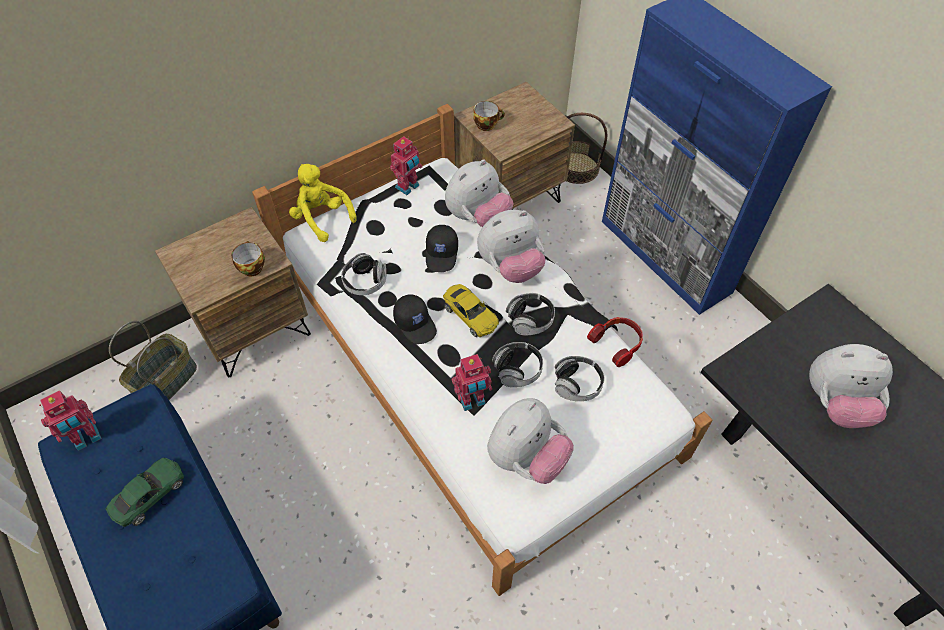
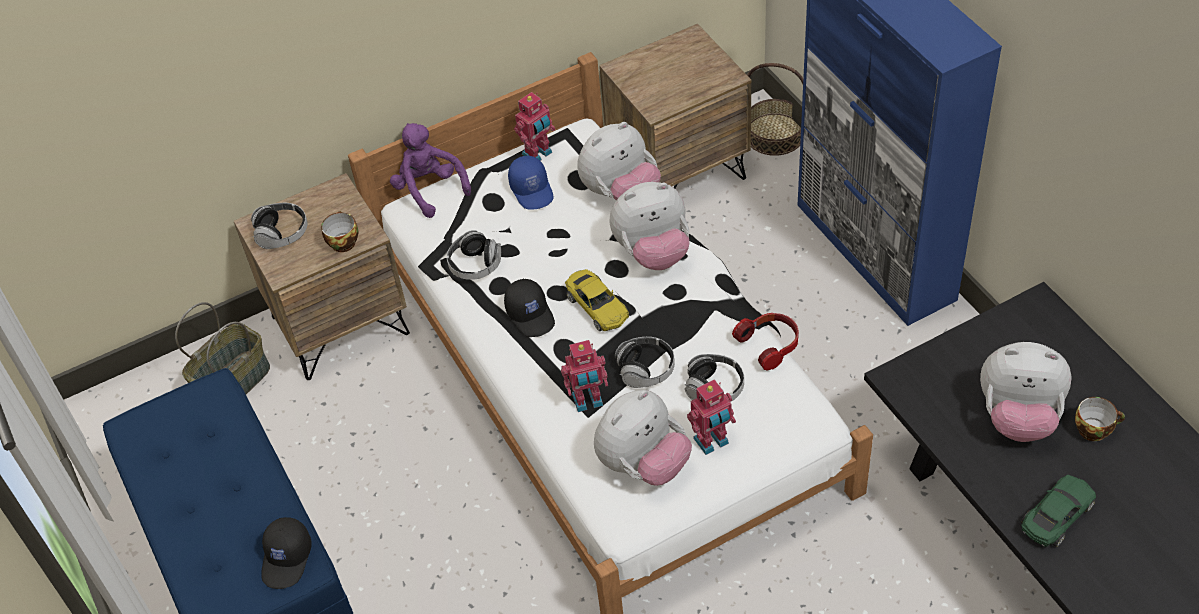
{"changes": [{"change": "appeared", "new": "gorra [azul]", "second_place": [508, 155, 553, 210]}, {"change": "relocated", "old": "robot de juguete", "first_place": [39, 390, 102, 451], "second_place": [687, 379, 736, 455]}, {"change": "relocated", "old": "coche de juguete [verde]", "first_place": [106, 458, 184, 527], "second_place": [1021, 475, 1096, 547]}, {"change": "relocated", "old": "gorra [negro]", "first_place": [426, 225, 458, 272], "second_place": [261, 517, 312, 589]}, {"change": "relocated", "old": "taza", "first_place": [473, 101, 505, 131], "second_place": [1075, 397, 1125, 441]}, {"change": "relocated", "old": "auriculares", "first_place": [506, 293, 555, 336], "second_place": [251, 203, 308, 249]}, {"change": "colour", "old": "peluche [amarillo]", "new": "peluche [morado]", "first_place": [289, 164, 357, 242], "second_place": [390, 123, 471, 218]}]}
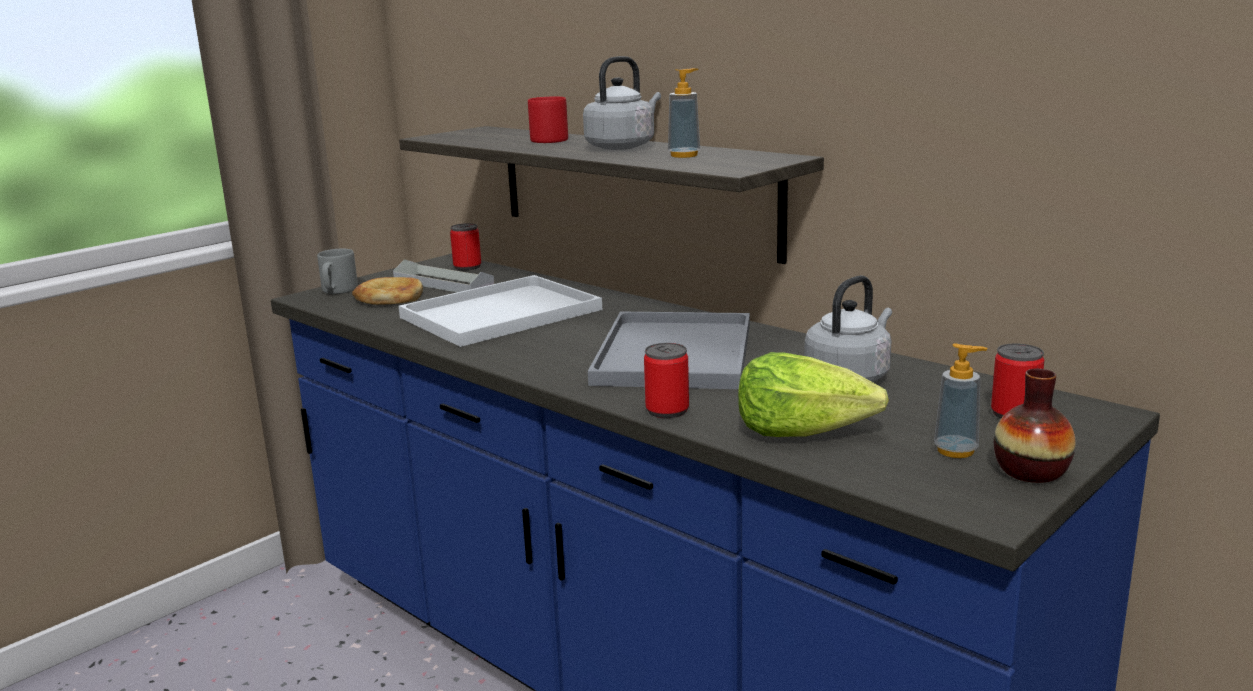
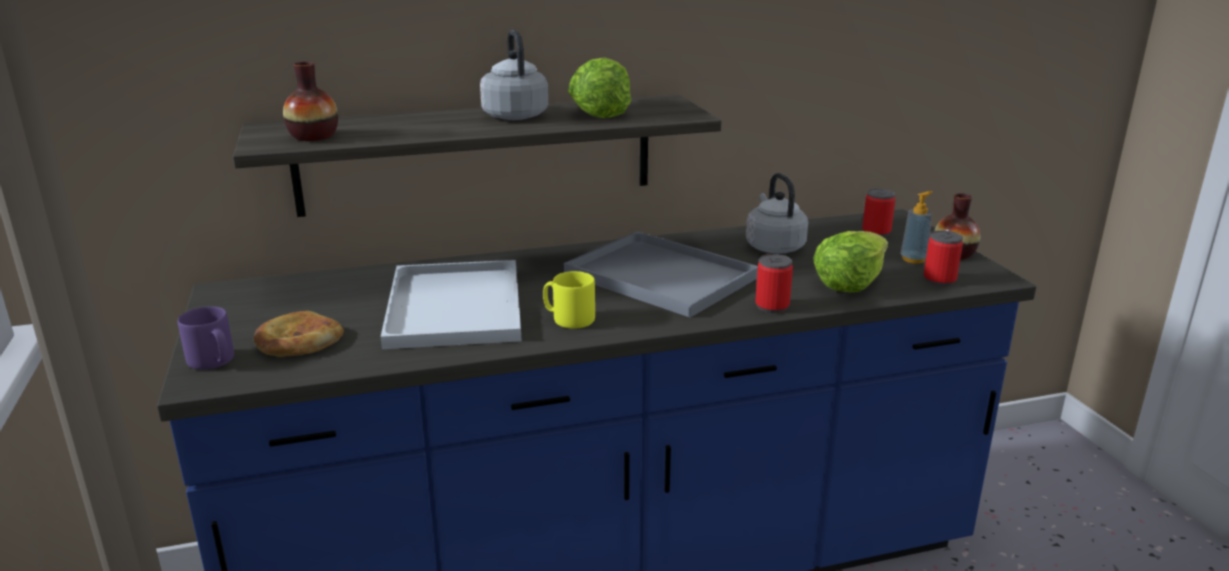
{"changes": [{"change": "missing", "old": "bandeja [gris]", "first_place": [393, 259, 494, 292]}, {"change": "missing", "old": "taza grande [rojo]", "first_place": [528, 97, 568, 143]}, {"change": "appeared", "new": "florero", "second_place": [283, 62, 338, 141]}, {"change": "appeared", "new": "taza grande [amarillo]", "second_place": [543, 271, 595, 329]}, {"change": "relocated", "old": "lata", "first_place": [450, 223, 481, 270], "second_place": [924, 231, 963, 286]}, {"change": "exchanged", "old": "dispensador de jabón", "new": "lechuga", "first_place": [668, 68, 700, 158], "second_place": [568, 57, 631, 118]}, {"change": "colour", "old": "taza grande [gris]", "new": "taza grande [morado]", "first_place": [317, 249, 358, 294], "second_place": [178, 306, 234, 370]}]}
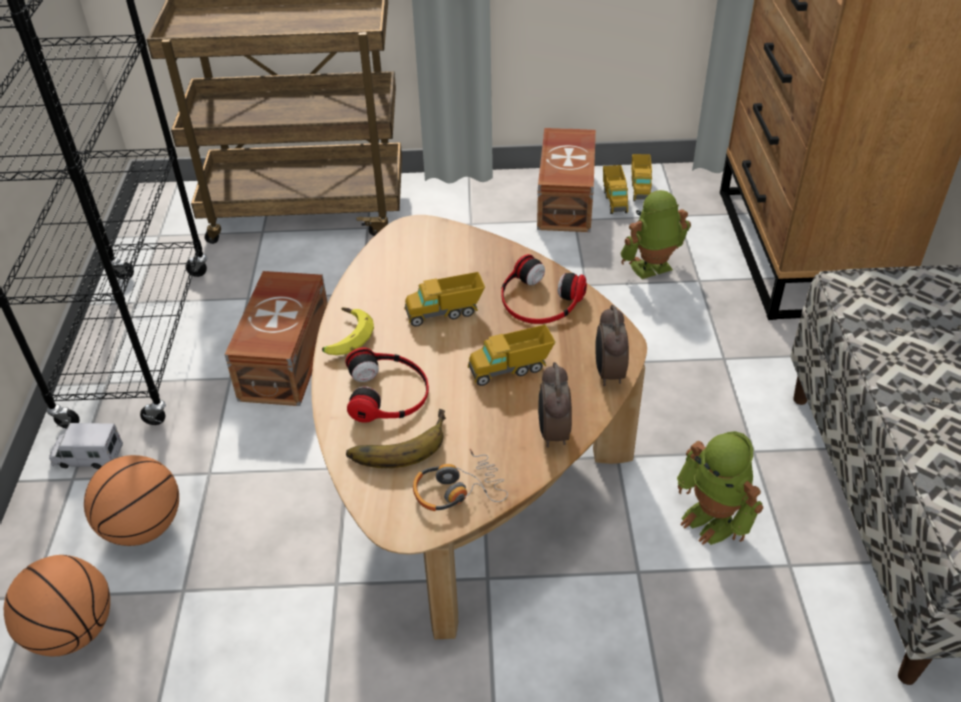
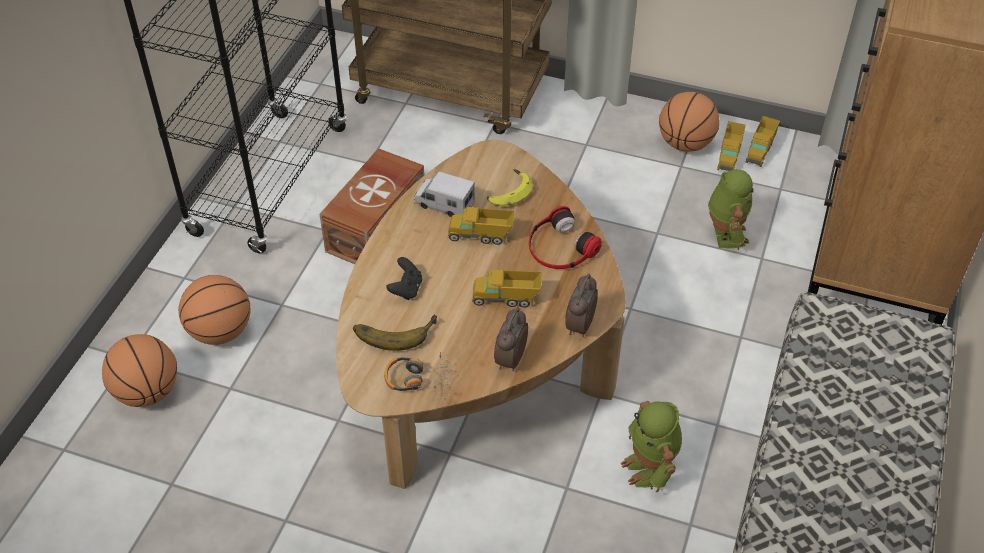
{"changes": [{"change": "relocated", "old": "camión de juguete", "first_place": [49, 423, 123, 469], "second_place": [414, 171, 475, 217]}, {"change": "relocated", "old": "plátano", "first_place": [322, 308, 374, 355], "second_place": [487, 169, 533, 206]}, {"change": "exchanged", "old": "auriculares", "new": "mando de consola [negro]", "first_place": [345, 347, 429, 423], "second_place": [386, 257, 422, 300]}, {"change": "exchanged", "old": "caja de almacenaje [marrón]", "new": "balón de baloncesto", "first_place": [537, 128, 596, 232], "second_place": [659, 92, 720, 152]}, {"change": "spun", "old": "robot de juguete", "first_place": [621, 190, 691, 279], "second_place": [708, 169, 754, 250], "degrees": 90}]}
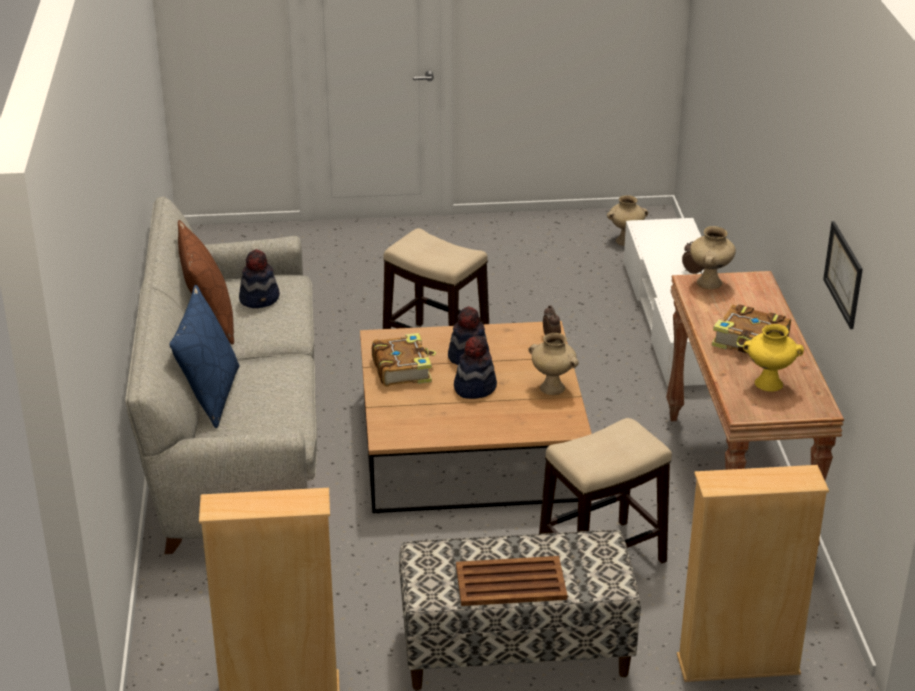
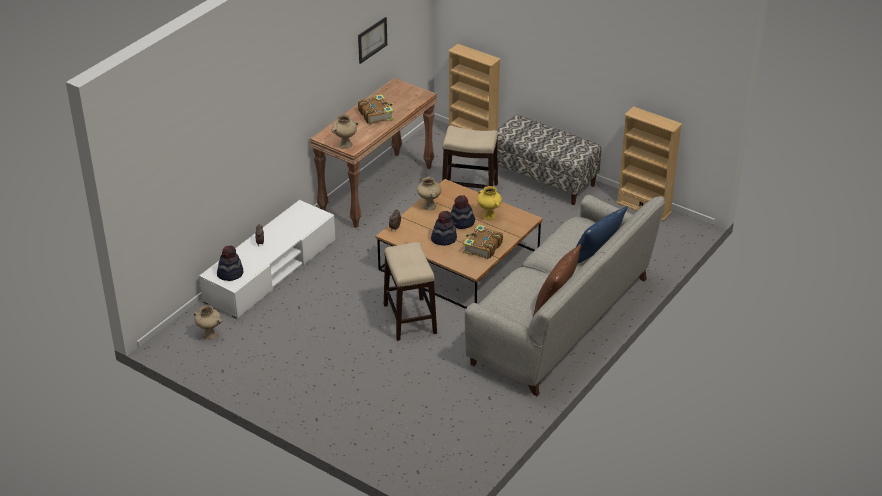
{"changes": [{"change": "missing", "old": "bandeja [marrón]", "first_place": [456, 556, 567, 606]}, {"change": "relocated", "old": "sombrero", "first_place": [239, 249, 280, 308], "second_place": [217, 246, 243, 281]}, {"change": "relocated", "old": "florero [amarillo]", "first_place": [743, 324, 804, 392], "second_place": [477, 186, 502, 220]}]}
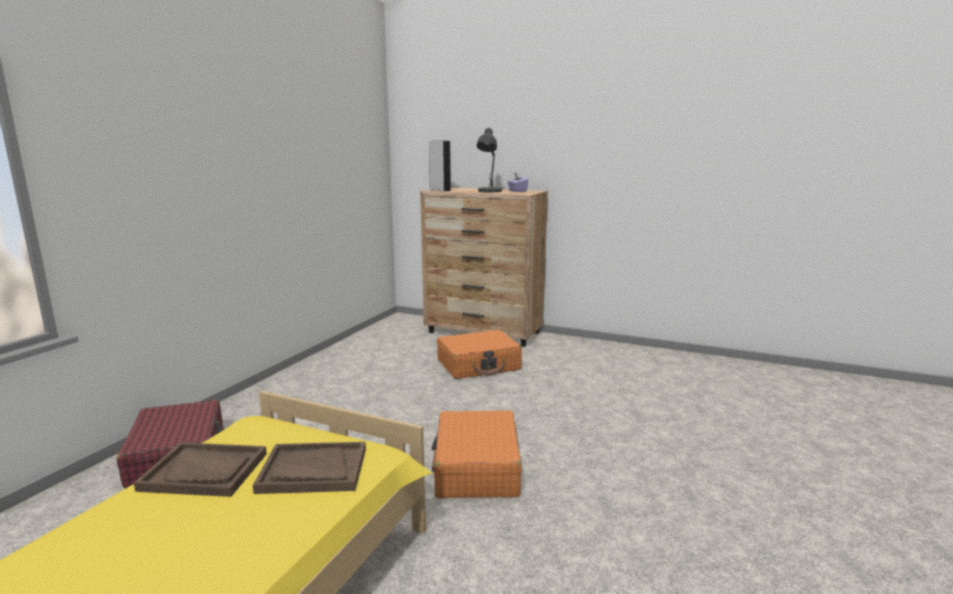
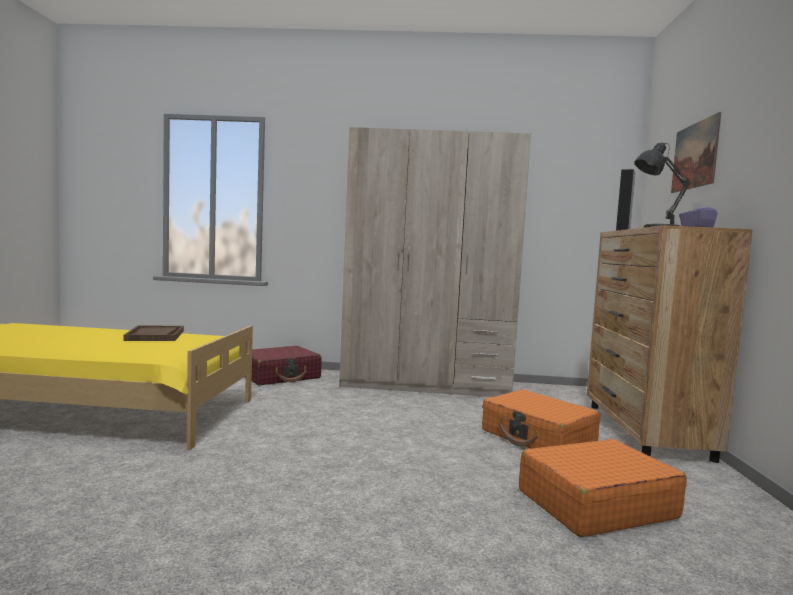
{"changes": [{"change": "missing", "old": "bandeja [marrón]", "first_place": [253, 442, 366, 494]}, {"change": "appeared", "new": "armario ropero [beis]", "second_place": [339, 127, 531, 397]}, {"change": "appeared", "new": "cuadro", "second_place": [671, 112, 721, 193]}, {"change": "relocated", "old": "maleta [naranja]", "first_place": [431, 410, 522, 498], "second_place": [519, 439, 687, 537]}]}
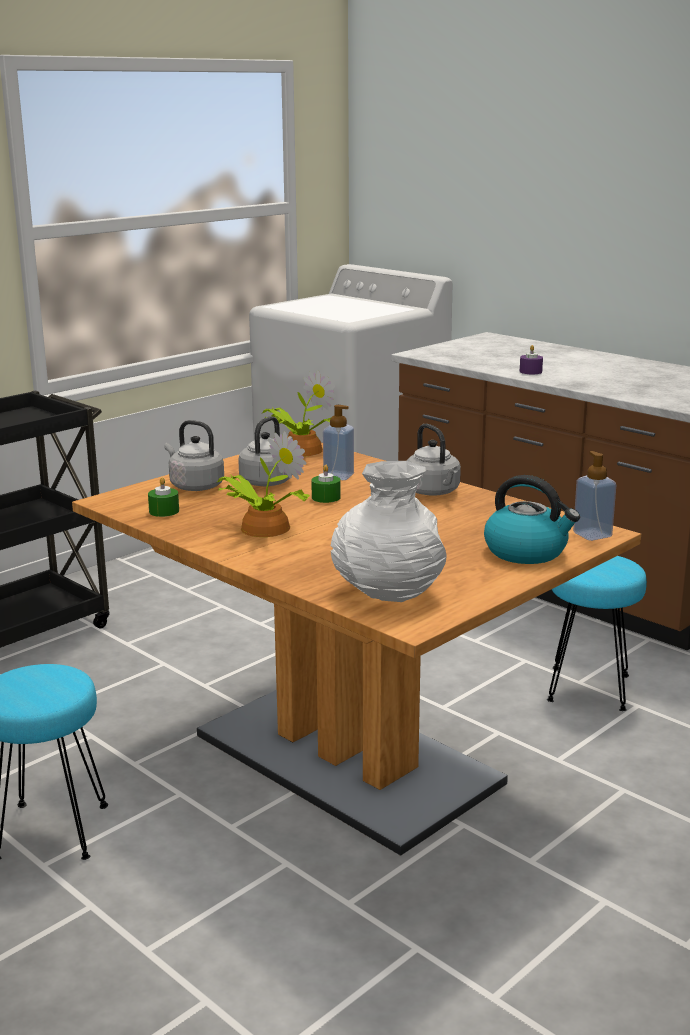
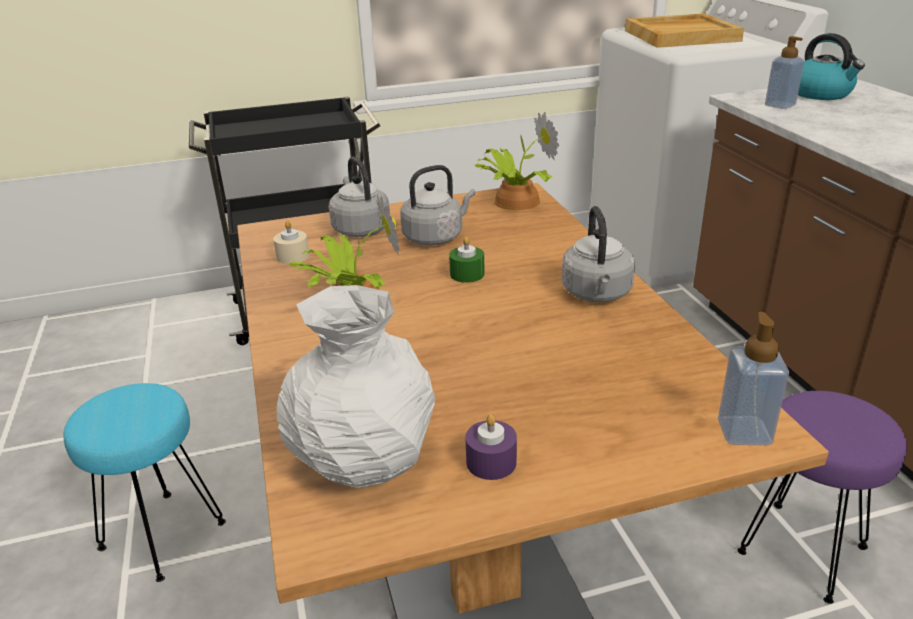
{"changes": [{"change": "appeared", "new": "bandeja [beis]", "second_place": [625, 14, 744, 48]}, {"change": "relocated", "old": "dispensador de jabón", "first_place": [323, 405, 354, 480], "second_place": [765, 36, 804, 109]}, {"change": "relocated", "old": "hervidor", "first_place": [484, 475, 580, 564], "second_place": [798, 33, 865, 100]}, {"change": "relocated", "old": "vela [morado]", "first_place": [520, 345, 543, 374], "second_place": [465, 414, 517, 480]}, {"change": "colour", "old": "vela [verde]", "new": "vela [beis]", "first_place": [148, 477, 179, 517], "second_place": [273, 220, 309, 264]}, {"change": "colour", "old": "taburete [turquesa]", "new": "taburete [morado]", "first_place": [547, 556, 647, 711], "second_place": [737, 391, 907, 604]}]}
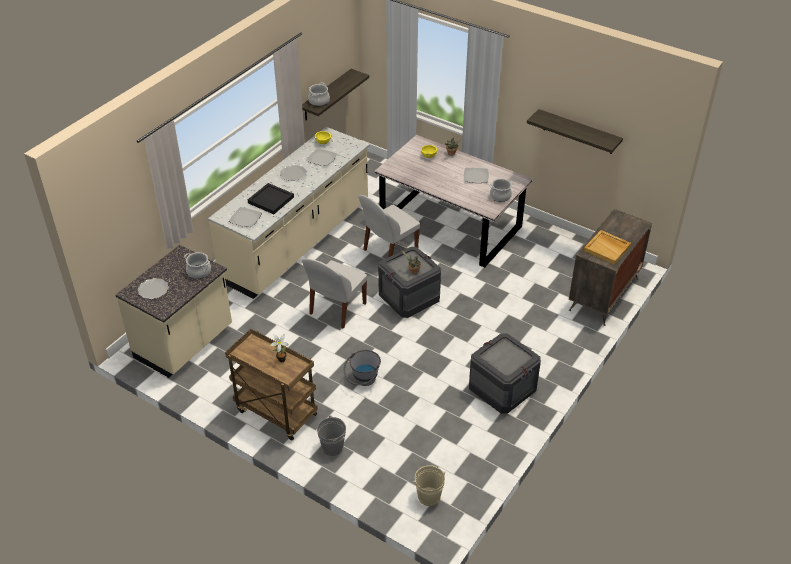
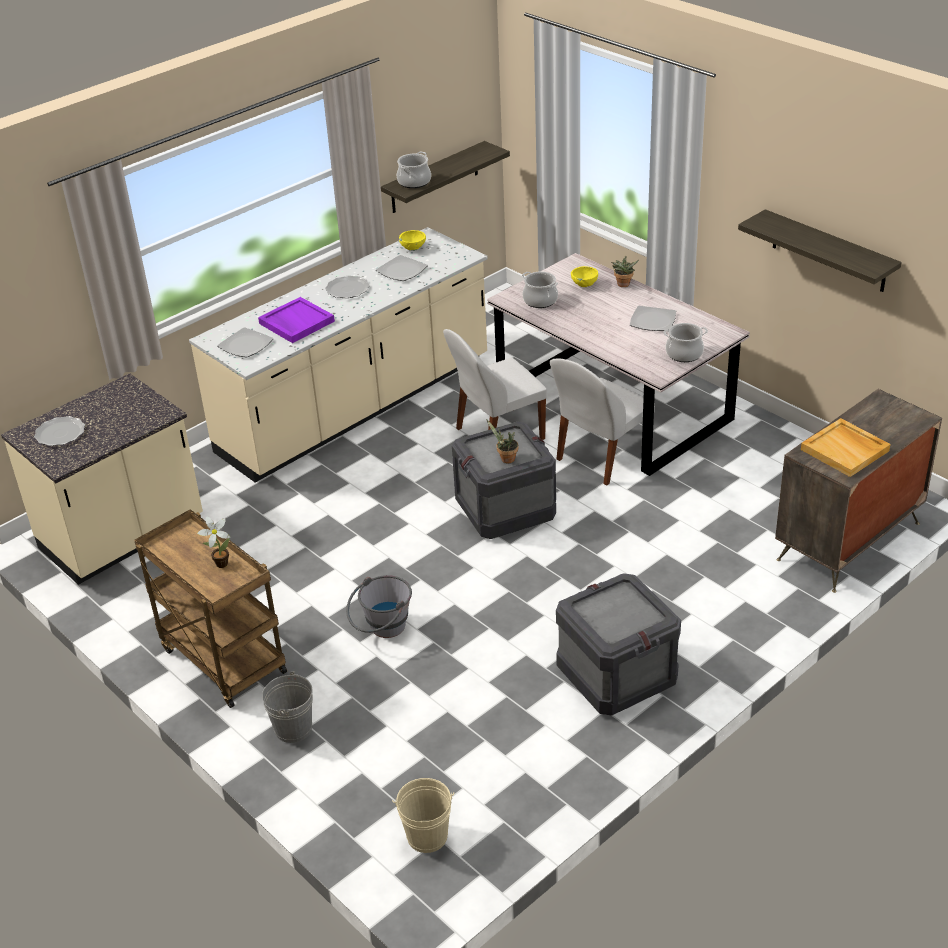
{"changes": [{"change": "relocated", "old": "olla", "first_place": [184, 252, 211, 279], "second_place": [522, 272, 558, 308]}, {"change": "relocated", "old": "silla [blanco]", "first_place": [302, 259, 367, 328], "second_place": [550, 359, 655, 486]}, {"change": "colour", "old": "bandeja [negro]", "new": "bandeja [morado]", "first_place": [248, 183, 294, 214], "second_place": [258, 297, 335, 343]}]}
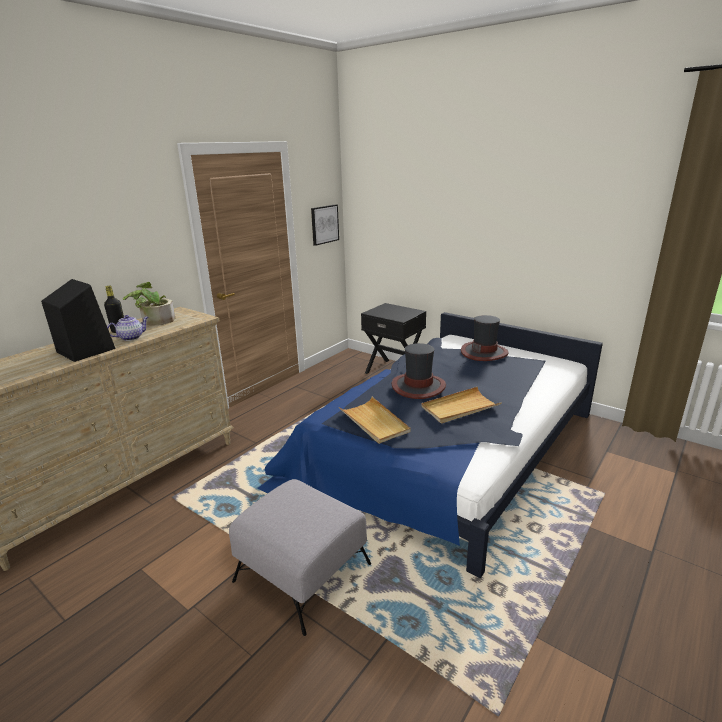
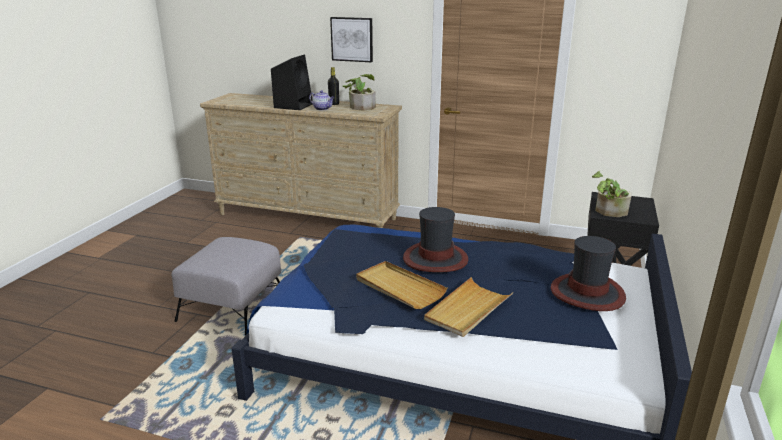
{"changes": [{"change": "appeared", "new": "planta en maceta", "second_place": [592, 171, 632, 217]}, {"change": "relocated", "old": "cuadro", "first_place": [311, 204, 339, 246], "second_place": [330, 17, 373, 62]}, {"change": "relocated", "old": "bandeja [beis]", "first_place": [339, 397, 410, 444], "second_place": [424, 277, 513, 337]}]}
